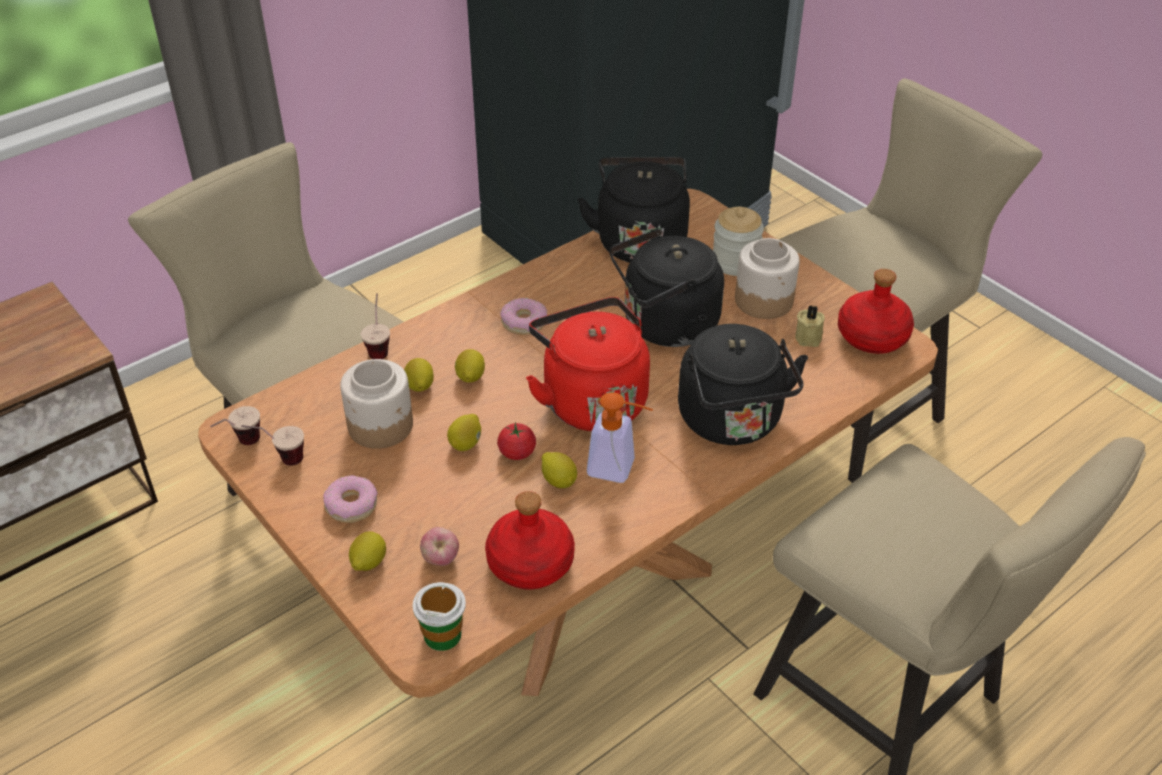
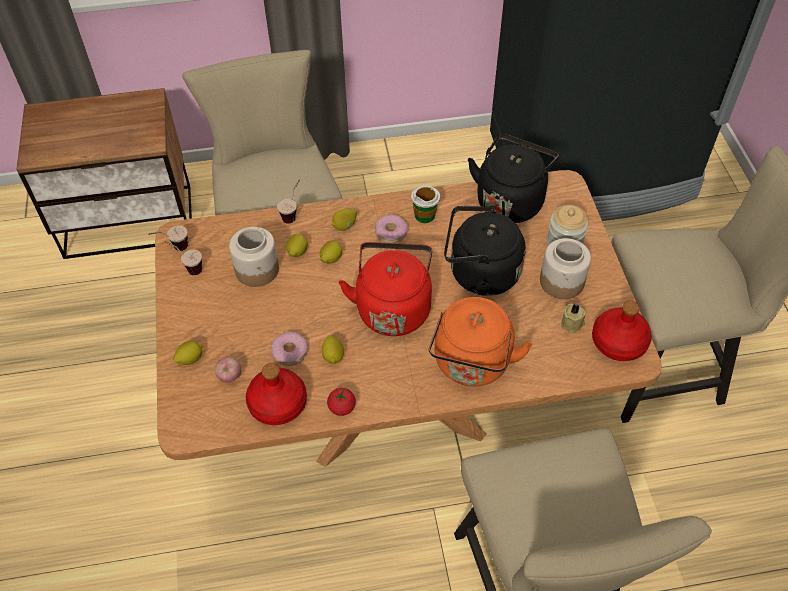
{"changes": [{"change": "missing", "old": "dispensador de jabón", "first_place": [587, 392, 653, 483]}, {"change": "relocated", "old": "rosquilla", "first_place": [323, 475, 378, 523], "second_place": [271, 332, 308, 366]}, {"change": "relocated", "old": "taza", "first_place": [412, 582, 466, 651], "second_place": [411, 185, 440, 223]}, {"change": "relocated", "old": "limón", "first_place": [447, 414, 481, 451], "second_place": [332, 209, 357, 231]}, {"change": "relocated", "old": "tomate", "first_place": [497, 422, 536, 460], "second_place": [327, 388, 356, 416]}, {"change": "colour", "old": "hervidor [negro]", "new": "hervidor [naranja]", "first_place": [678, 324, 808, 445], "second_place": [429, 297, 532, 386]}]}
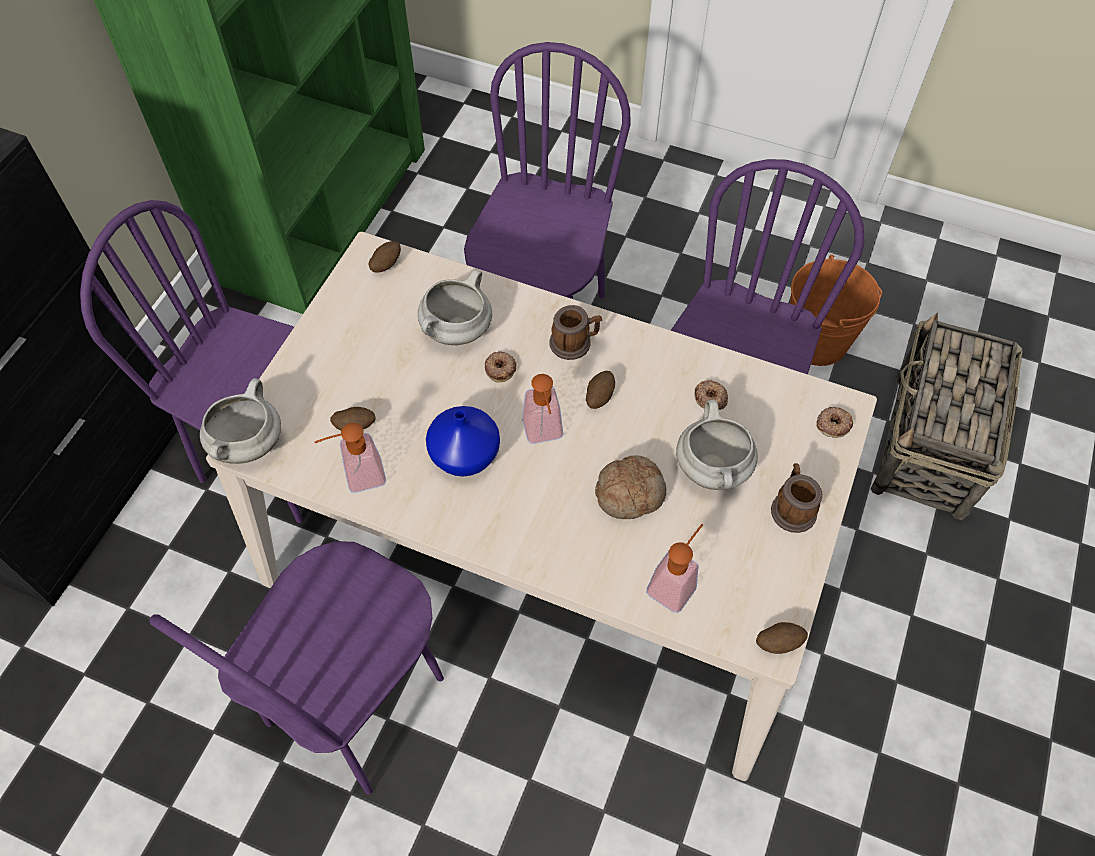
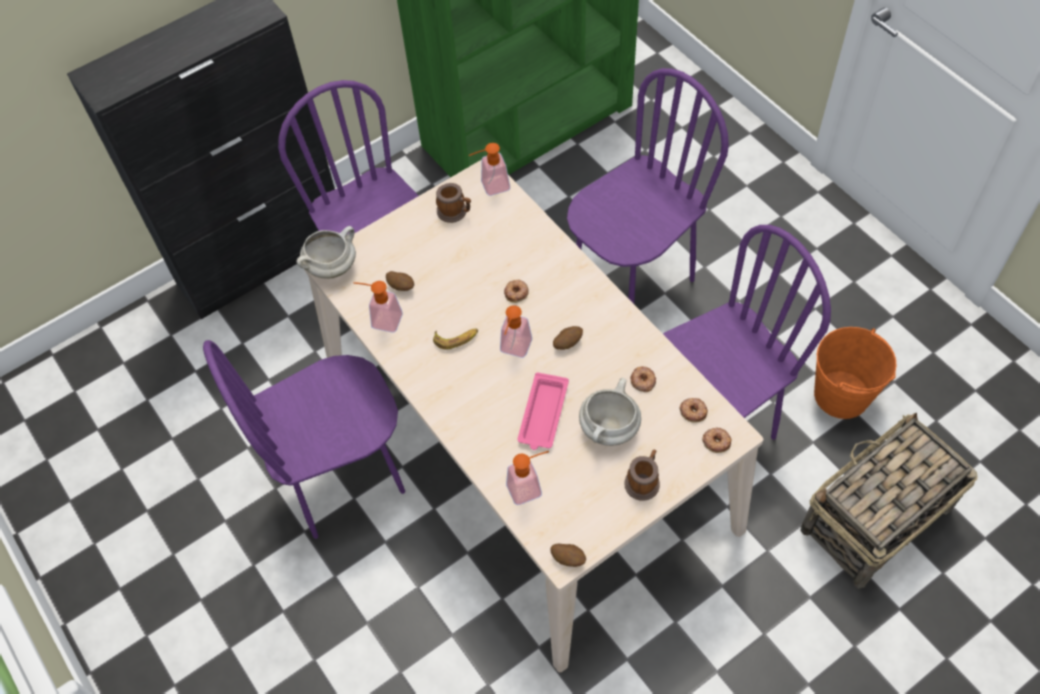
{"changes": [{"change": "missing", "old": "olla [blanco]", "first_place": [418, 269, 492, 345]}, {"change": "appeared", "new": "rosquilla", "second_place": [680, 398, 708, 423]}, {"change": "relocated", "old": "taza grande", "first_place": [549, 305, 602, 360], "second_place": [436, 183, 471, 223]}, {"change": "exchanged", "old": "patata", "new": "dispensador de jabón", "first_place": [368, 241, 401, 273], "second_place": [469, 143, 510, 196]}, {"change": "exchanged", "old": "florero [azul]", "new": "plátano", "first_place": [426, 406, 500, 476], "second_place": [433, 328, 478, 350]}, {"change": "exchanged", "old": "pan", "new": "bandeja [rosa]", "first_place": [595, 455, 666, 519], "second_place": [518, 372, 569, 450]}]}
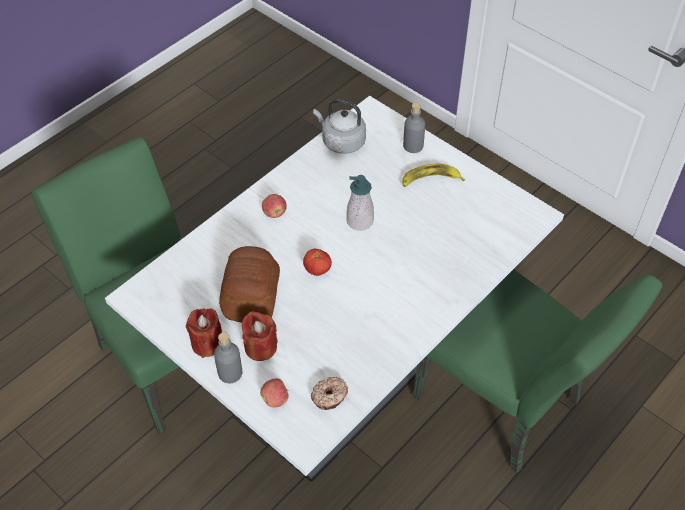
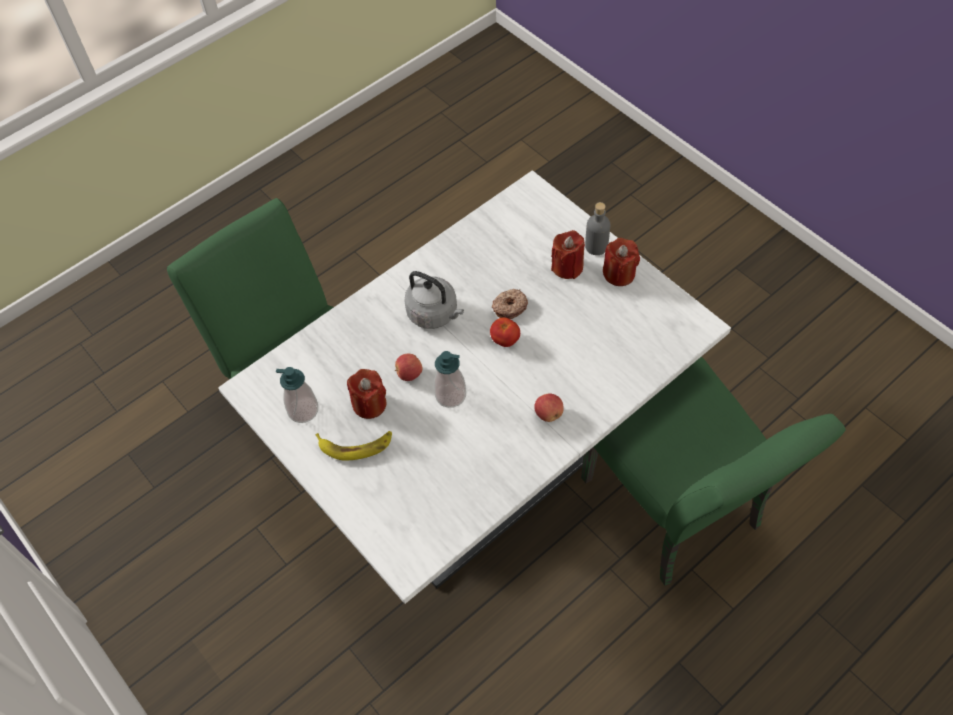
{"changes": [{"change": "missing", "old": "pan", "first_place": [219, 246, 280, 323]}, {"change": "missing", "old": "botella [gris]", "first_place": [403, 103, 425, 153]}, {"change": "appeared", "new": "dispensador de jabón", "second_place": [276, 367, 318, 423]}, {"change": "appeared", "new": "vela [rojo]", "second_place": [347, 369, 387, 419]}, {"change": "relocated", "old": "manzana", "first_place": [260, 378, 289, 408], "second_place": [395, 354, 422, 381]}, {"change": "relocated", "old": "rosquilla", "first_place": [311, 377, 348, 410], "second_place": [492, 289, 528, 319]}, {"change": "relocated", "old": "hervidor [gris]", "first_place": [313, 99, 366, 154], "second_place": [404, 271, 464, 329]}]}
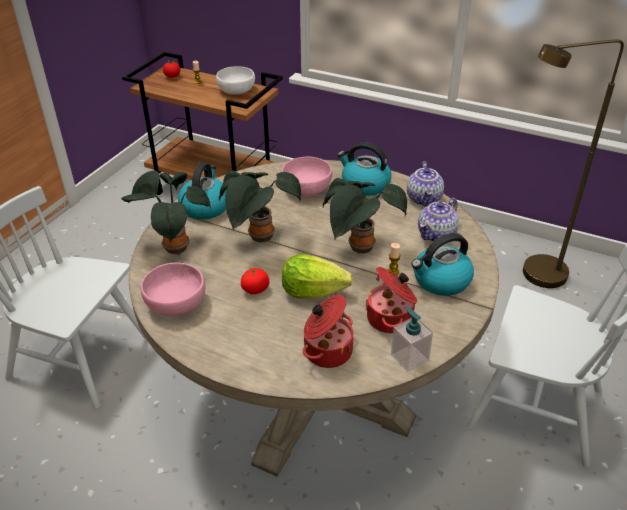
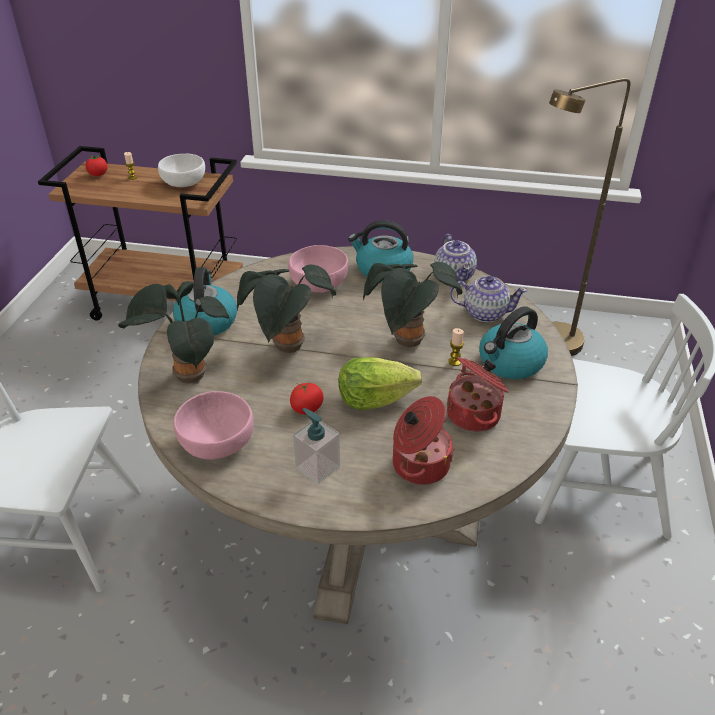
{"changes": [{"change": "relocated", "old": "dispensador de jabón", "first_place": [391, 306, 433, 372], "second_place": [293, 408, 340, 484]}, {"change": "spun", "old": "tetera", "first_place": [418, 198, 459, 242], "second_place": [450, 276, 528, 322], "degrees": -105}]}
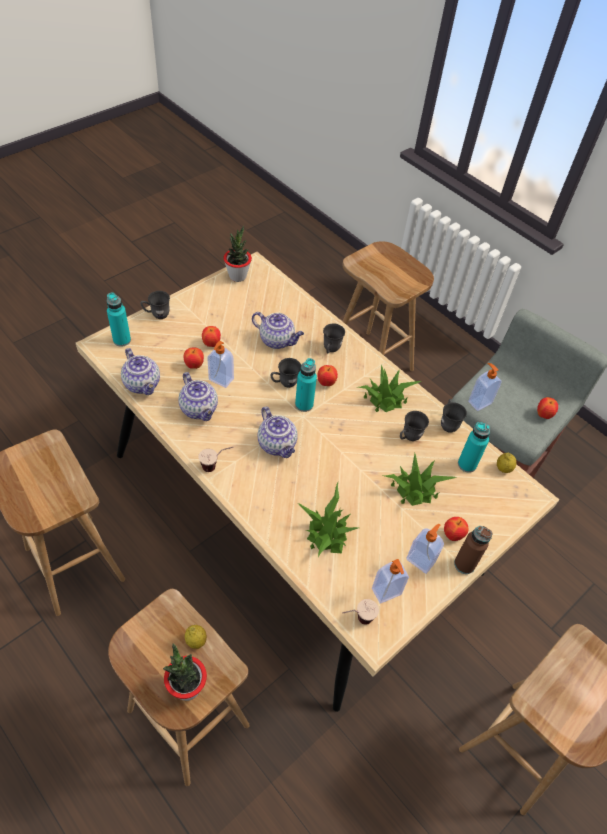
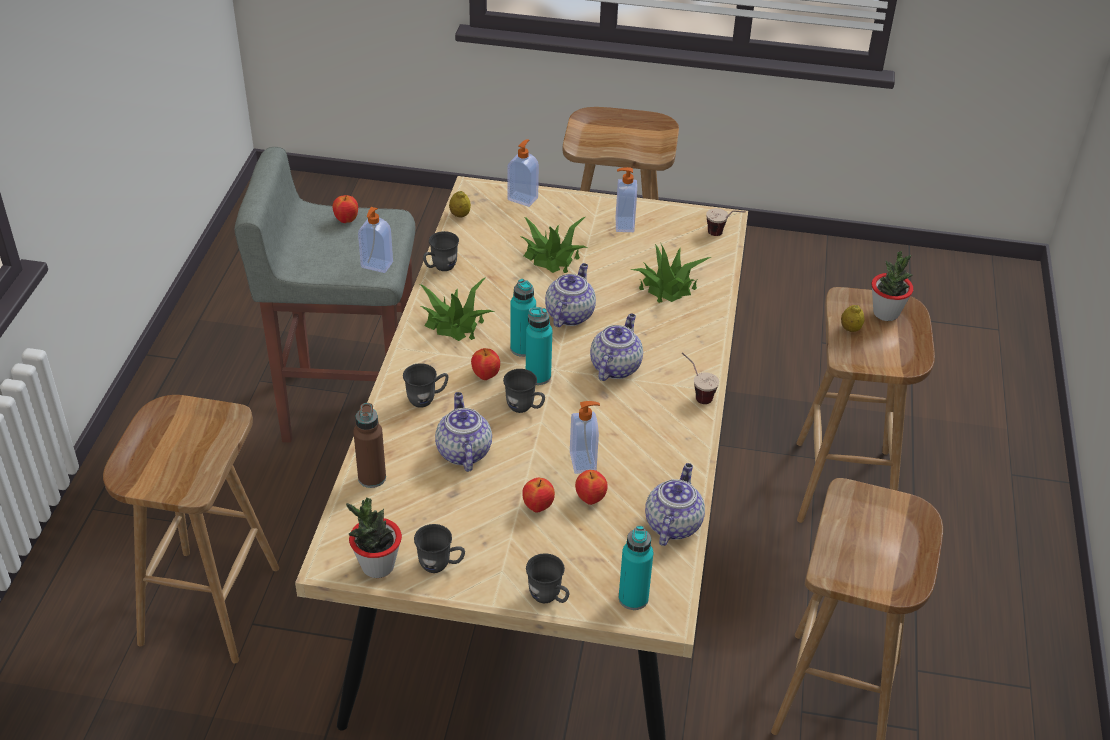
{"changes": [{"change": "missing", "old": "manzana", "first_place": [444, 517, 468, 541]}, {"change": "relocated", "old": "tetera", "first_place": [178, 372, 218, 421], "second_place": [545, 263, 596, 327]}, {"change": "relocated", "old": "dispensador de jabón", "first_place": [372, 559, 409, 604], "second_place": [507, 139, 539, 207]}, {"change": "relocated", "old": "taza grande [gris]", "first_place": [400, 411, 429, 441], "second_place": [414, 524, 465, 573]}, {"change": "relocated", "old": "botella [marrón]", "first_place": [454, 526, 493, 574], "second_place": [353, 403, 386, 488]}, {"change": "relocated", "old": "botella [turquesa]", "first_place": [458, 422, 490, 473], "second_place": [510, 279, 536, 357]}]}
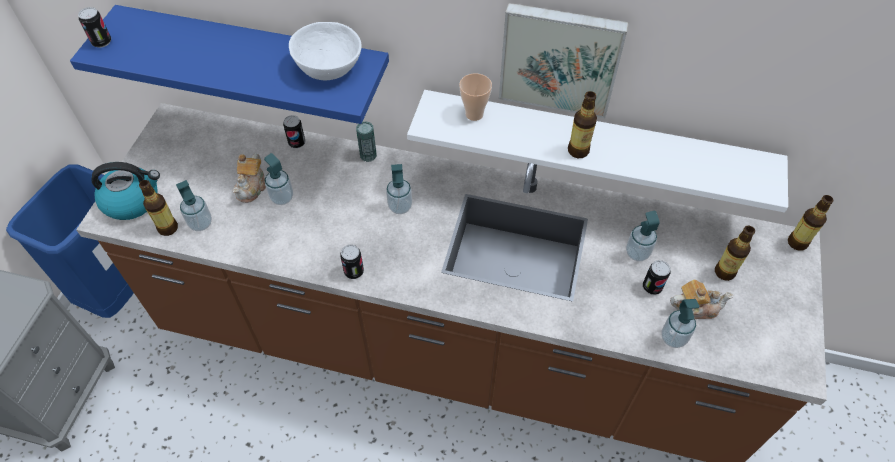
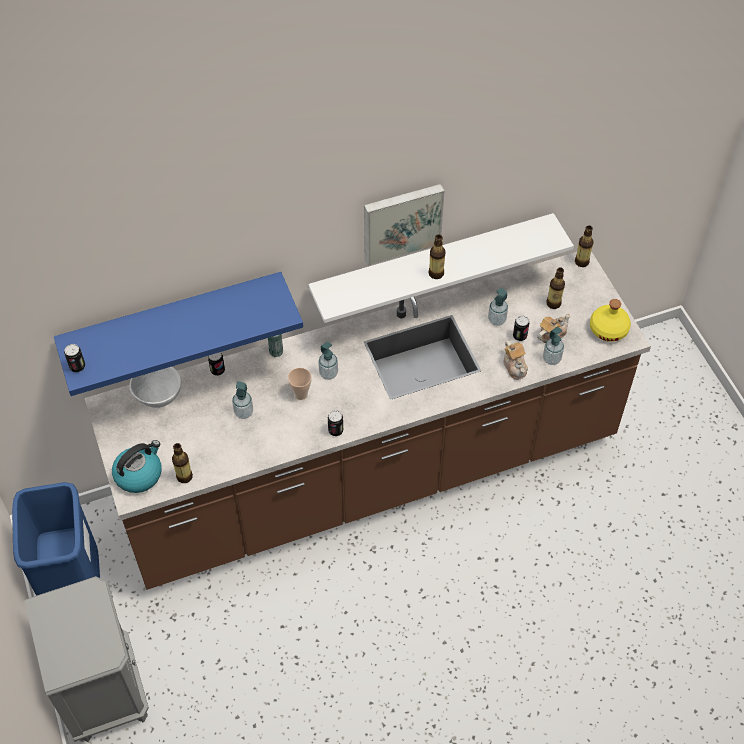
{"changes": [{"change": "missing", "old": "dispensador de jabón", "first_place": [176, 180, 212, 231]}, {"change": "appeared", "new": "botella [amarillo]", "second_place": [590, 299, 631, 342]}, {"change": "relocated", "old": "tetera", "first_place": [233, 153, 266, 203], "second_place": [503, 341, 528, 380]}, {"change": "relocated", "old": "cuenco [blanco]", "first_place": [289, 22, 362, 80], "second_place": [130, 367, 181, 408]}, {"change": "relocated", "old": "taza", "first_place": [459, 73, 492, 121], "second_place": [288, 368, 312, 400]}]}
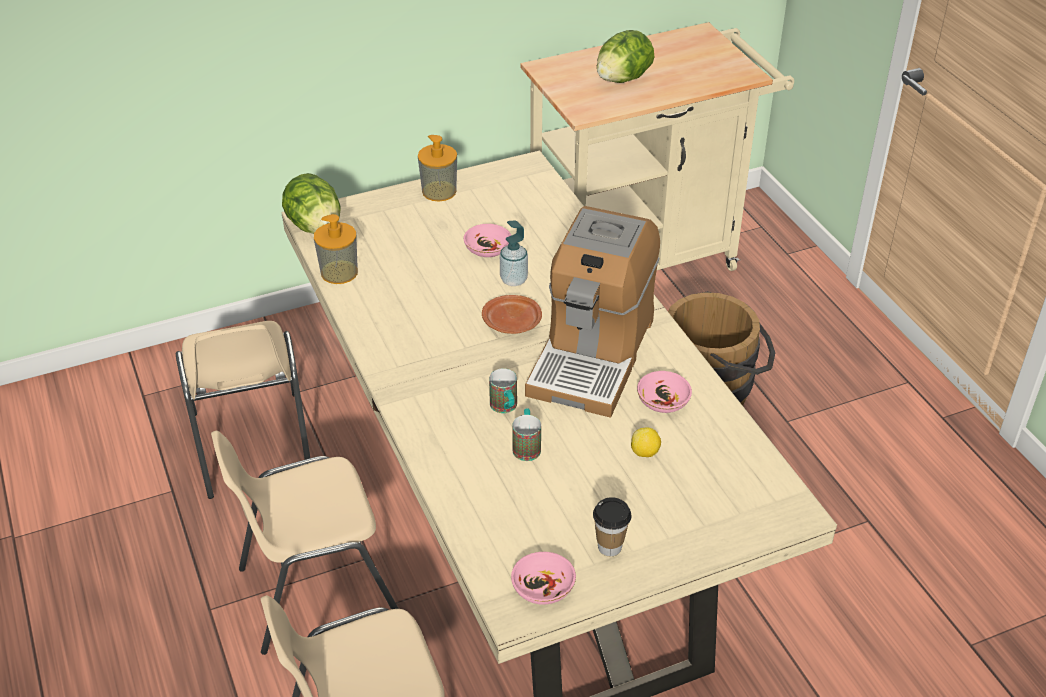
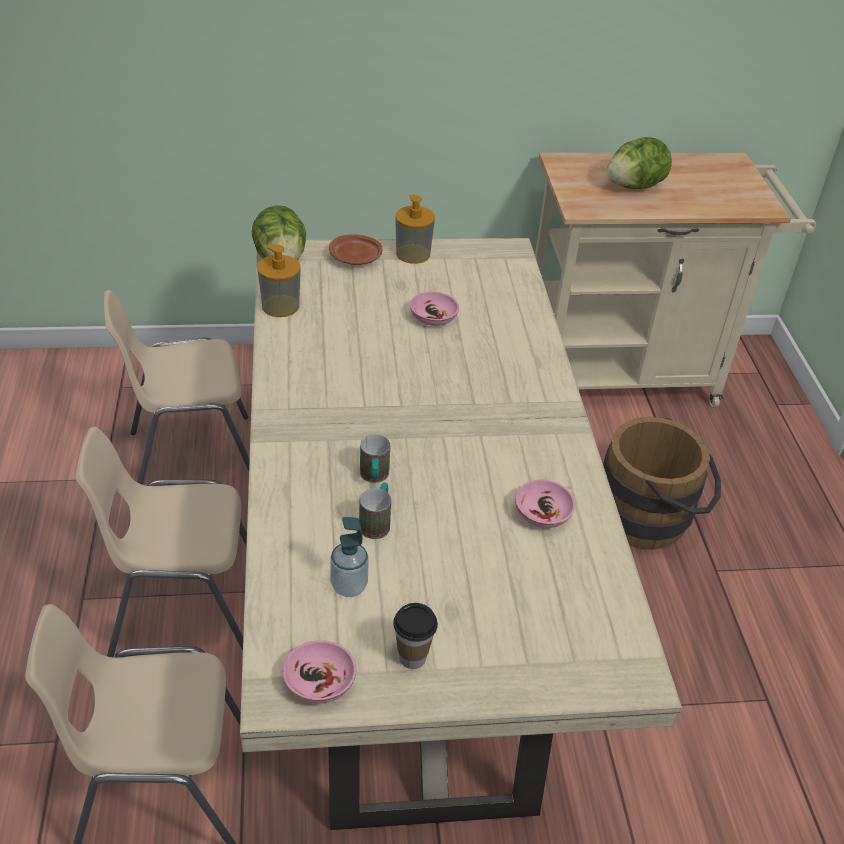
{"changes": [{"change": "missing", "old": "cafetera", "first_place": [525, 206, 660, 418]}, {"change": "missing", "old": "limón", "first_place": [631, 427, 661, 457]}, {"change": "relocated", "old": "plato [marrón]", "first_place": [482, 295, 542, 334], "second_place": [329, 234, 383, 265]}, {"change": "relocated", "old": "dispensador de jabón", "first_place": [500, 221, 528, 286], "second_place": [330, 517, 369, 597]}, {"change": "spun", "old": "silla [beis]", "first_place": [176, 321, 310, 499], "second_place": [104, 290, 250, 485], "degrees": 75}]}
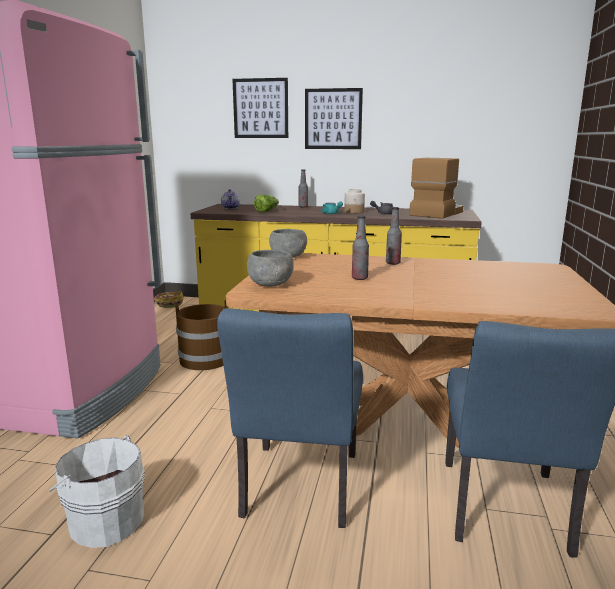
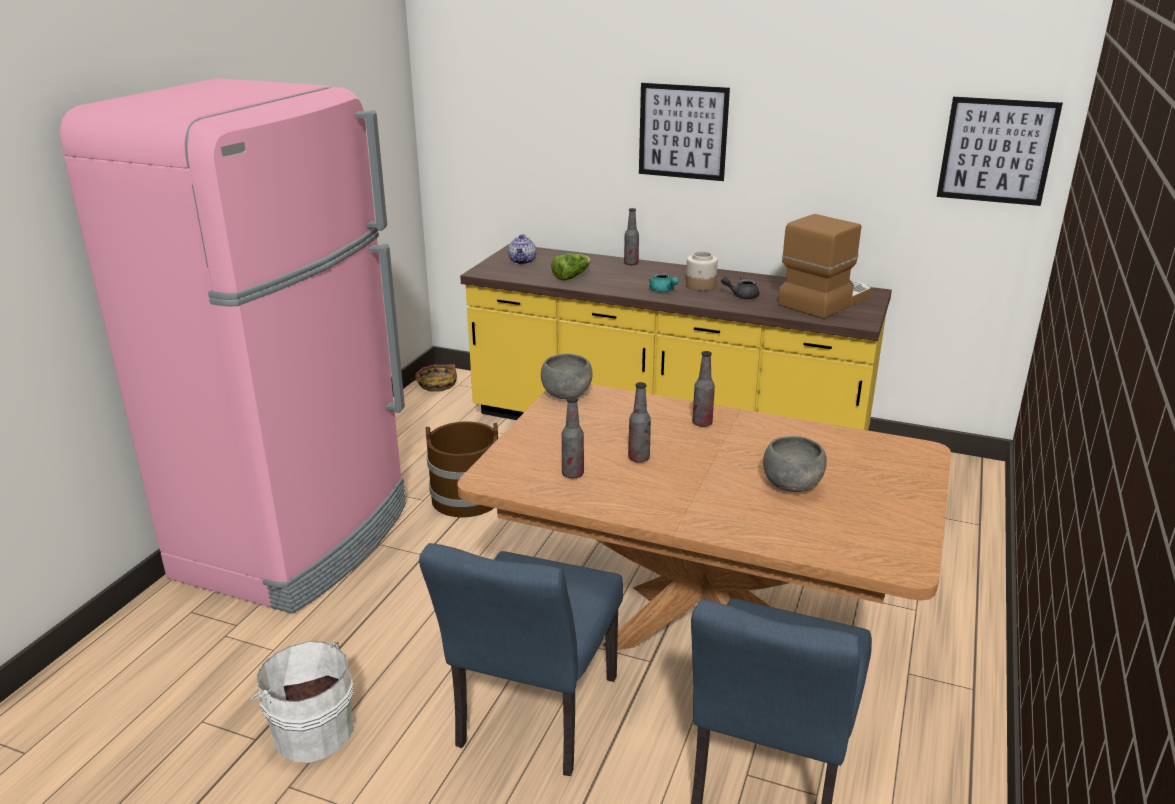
{"changes": [{"change": "appeared", "new": "botella", "second_place": [562, 396, 584, 478]}, {"change": "relocated", "old": "cuadro", "first_place": [232, 78, 288, 138], "second_place": [937, 97, 1063, 206]}, {"change": "relocated", "old": "cuenco [gris]", "first_place": [247, 250, 294, 287], "second_place": [763, 436, 827, 492]}]}
